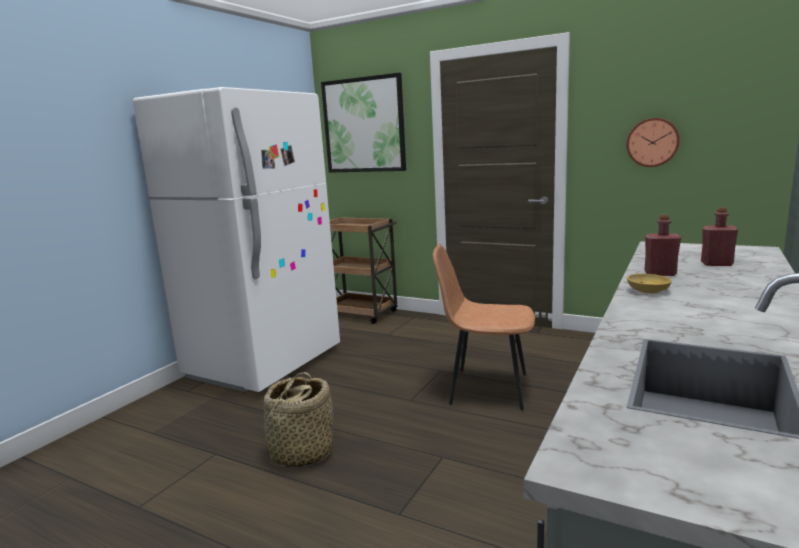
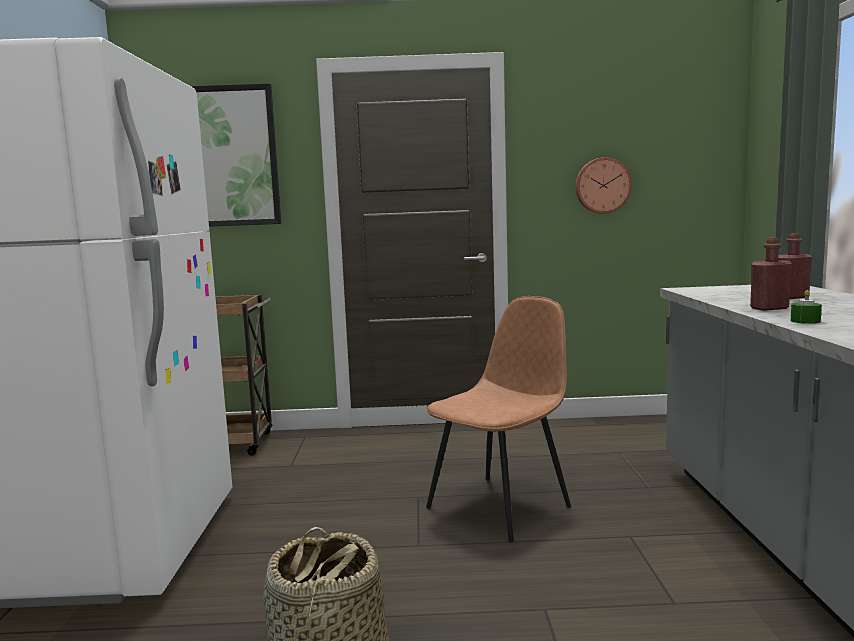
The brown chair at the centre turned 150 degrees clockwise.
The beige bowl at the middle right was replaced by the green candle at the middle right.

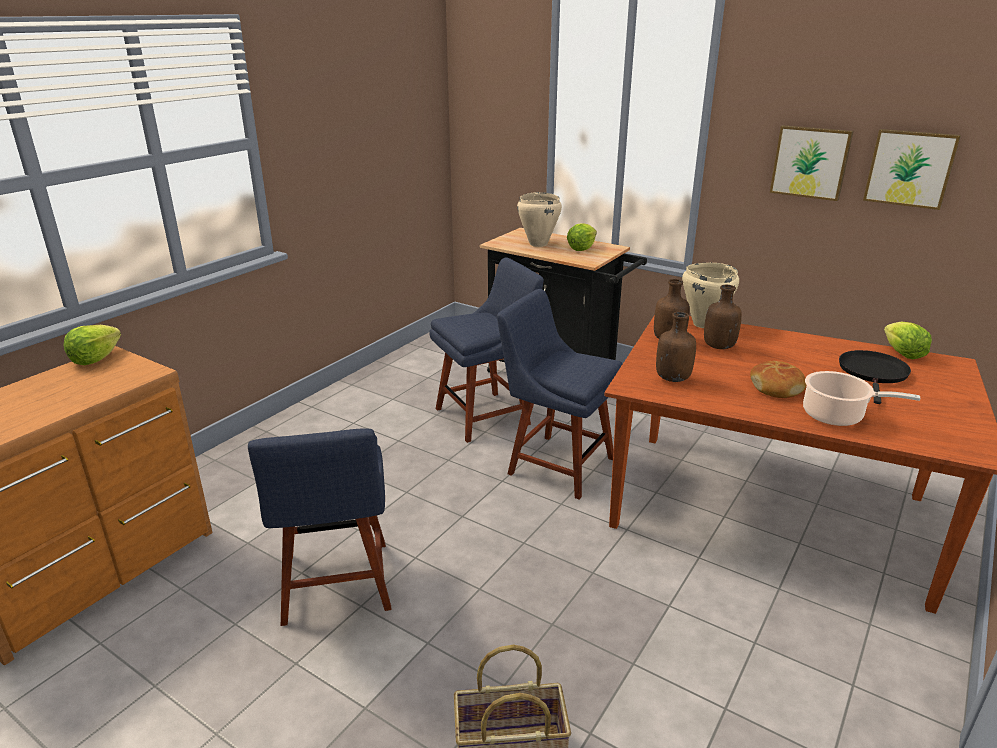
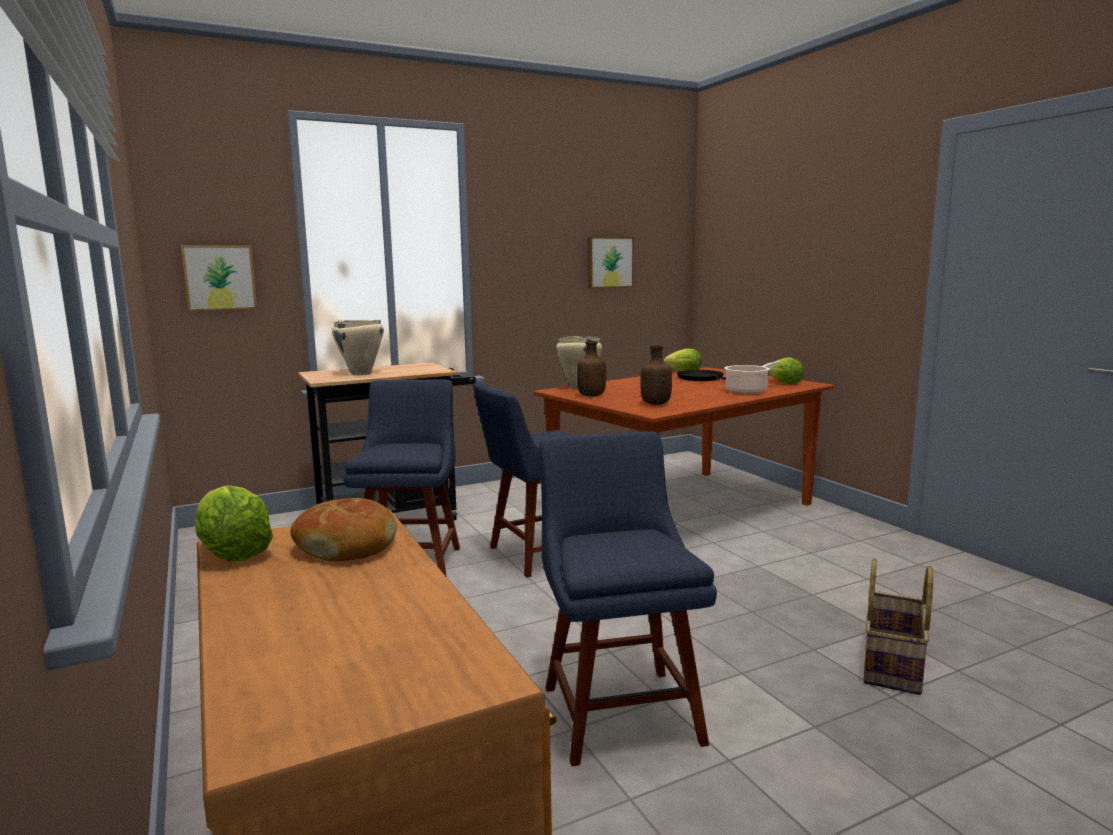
The picture (1st from left) moved from the top right to the top left.
The bread moved from the middle right to the middle left.
The blue chair (1st from left in the first image) at the bottom left turned 120 degrees counterclockwise.
The lettuce (2nd from left in the first image) moved from the top centre to the middle right.
The brown bottle (3rd from left) at the middle right disappeared.

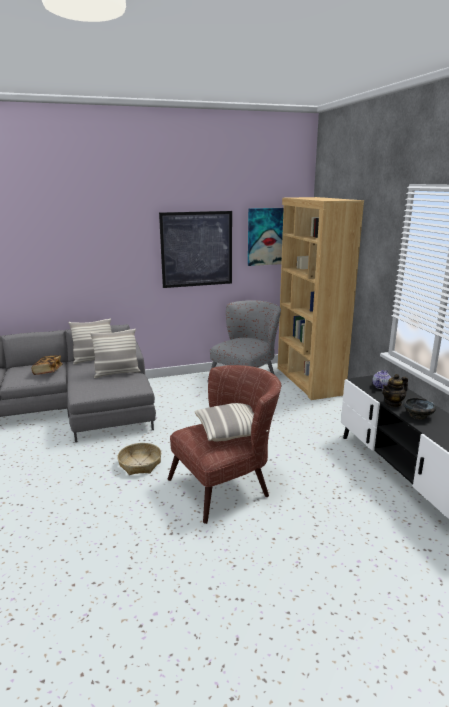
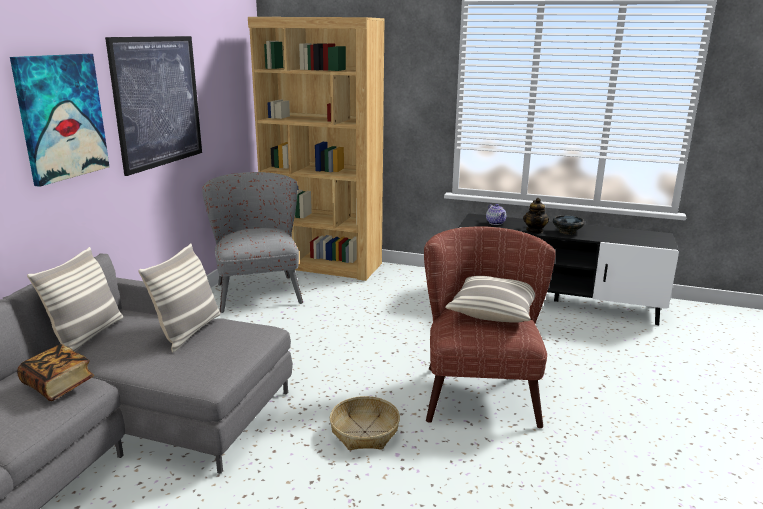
The picture (2nd from left in the first image) moved from the centre to the top left.

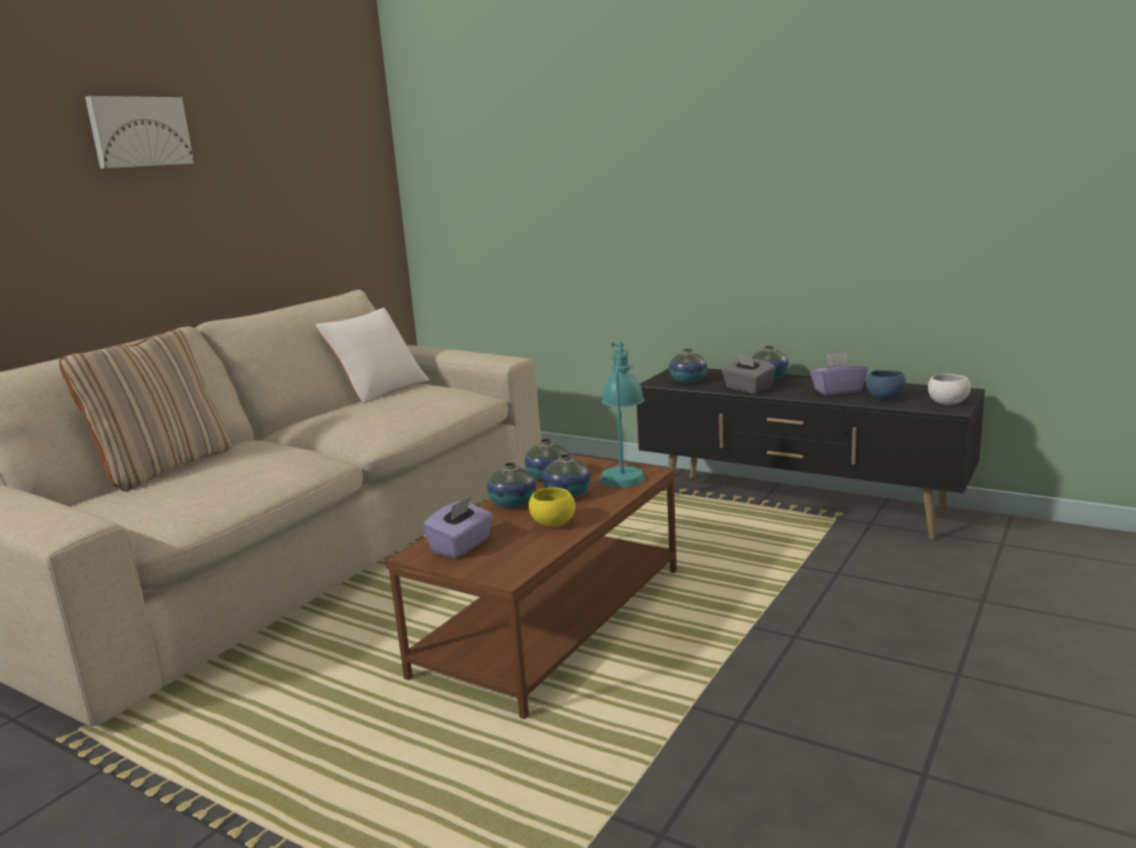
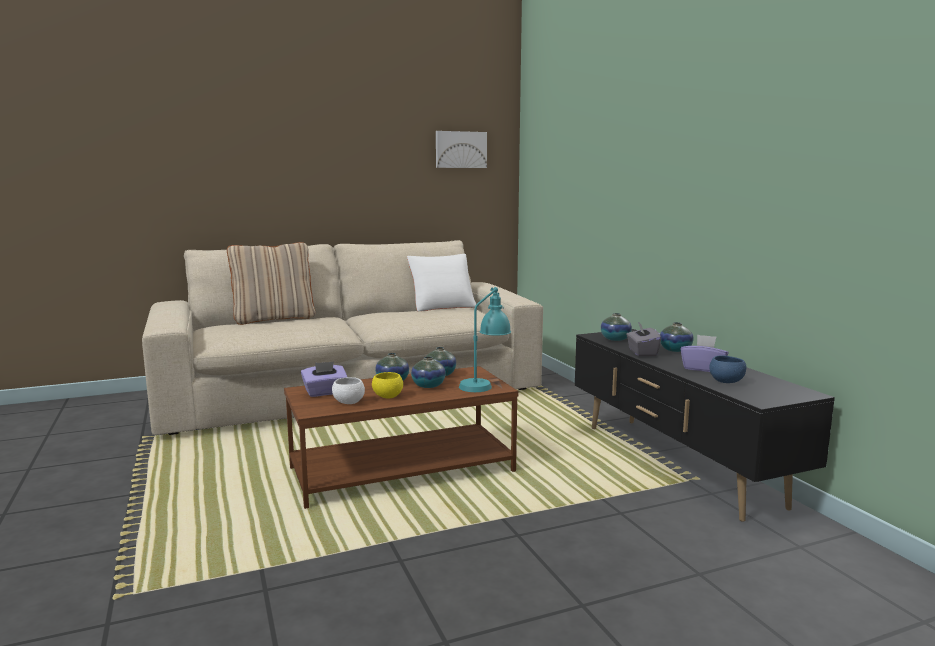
The white bowl moved from the middle right to the centre.
The picture moved from the top left to the top centre.

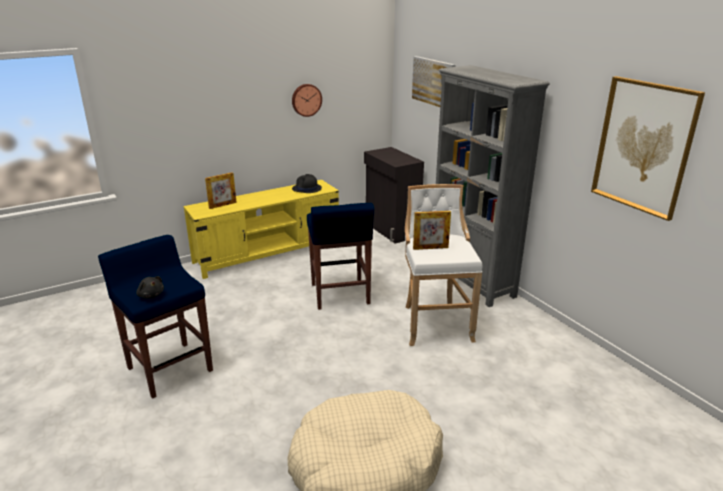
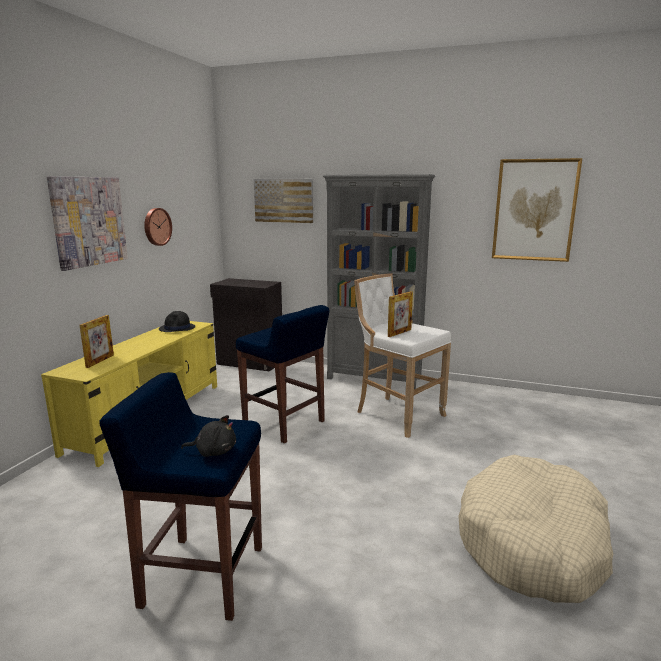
The picture (1st from left) at the middle left appeared.

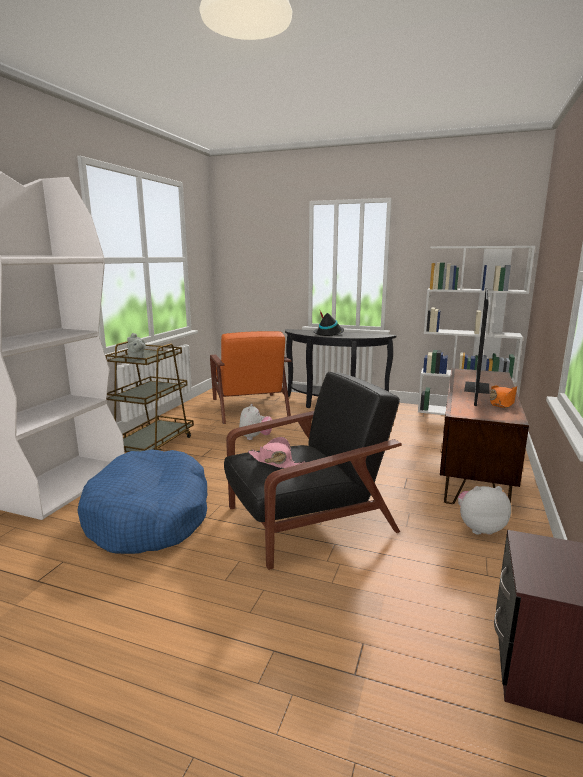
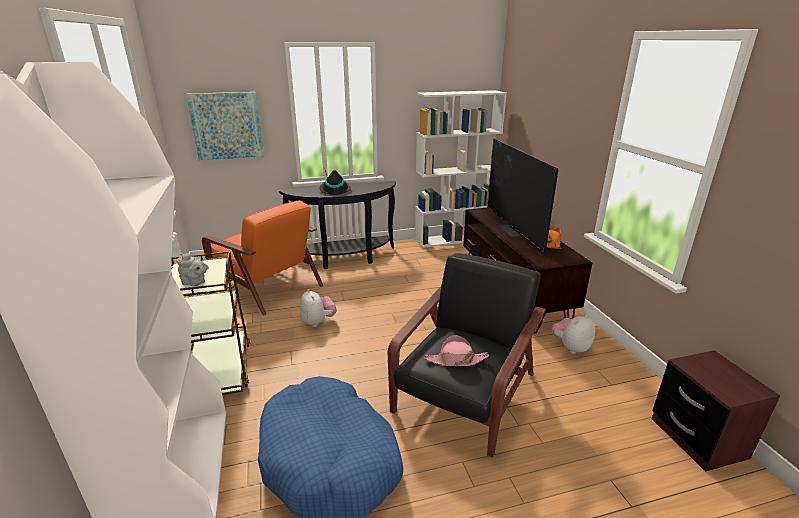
The picture at the top left appeared.

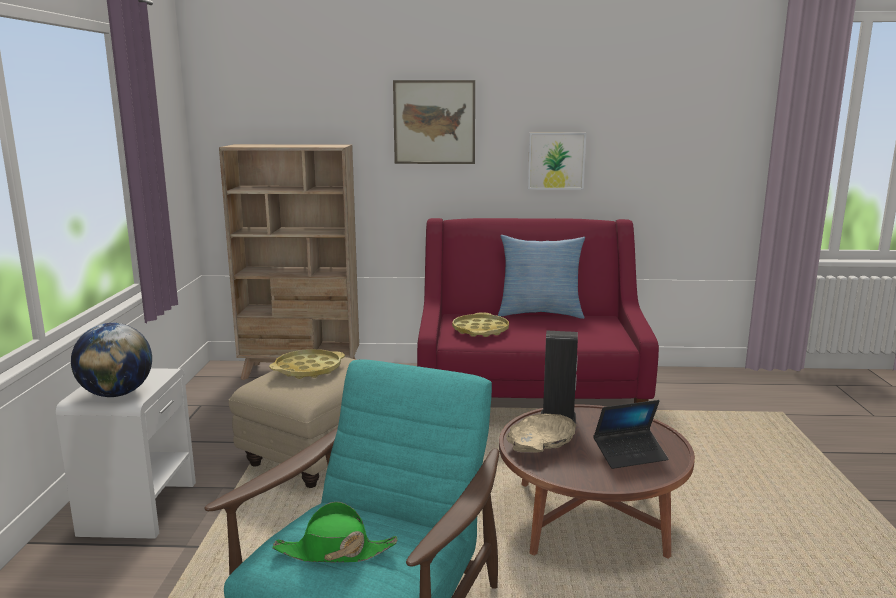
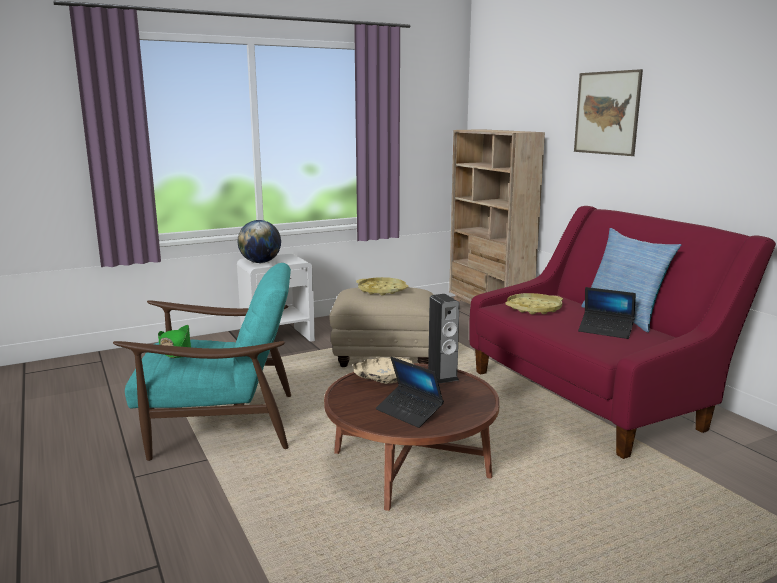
The laptop (2nd from left) at the middle right appeared.
The picture (2nd from left) at the top centre disappeared.

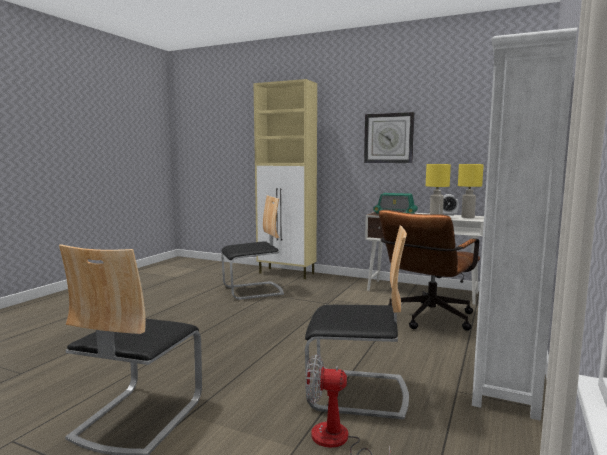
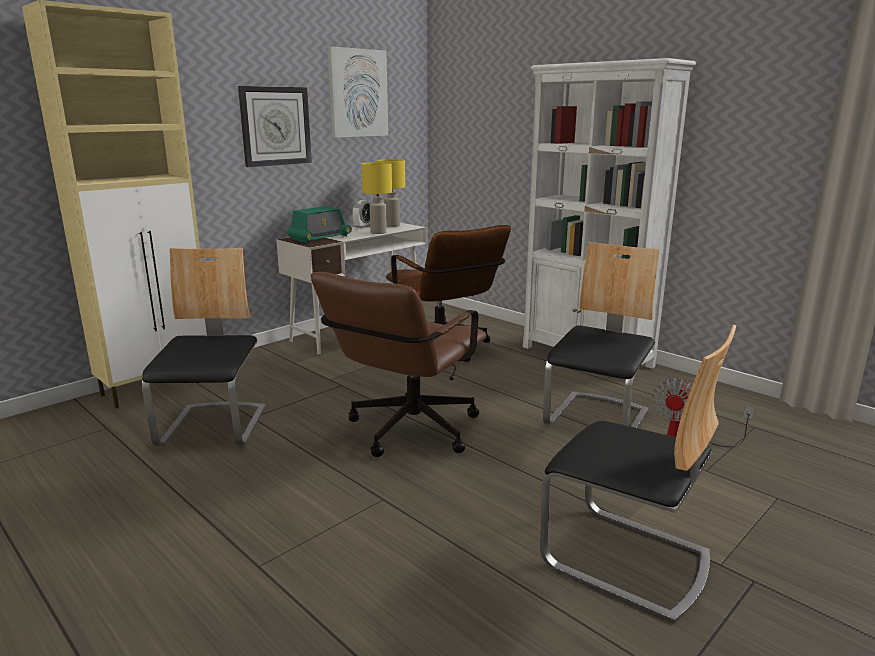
The brown office chair (1st from left) at the centre appeared.
The picture at the top centre appeared.

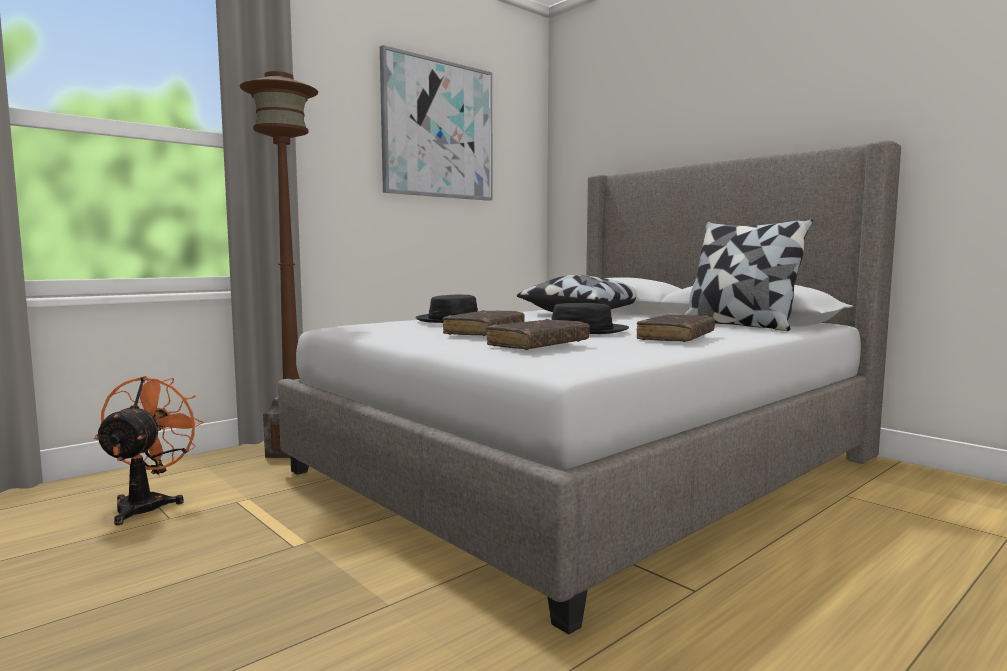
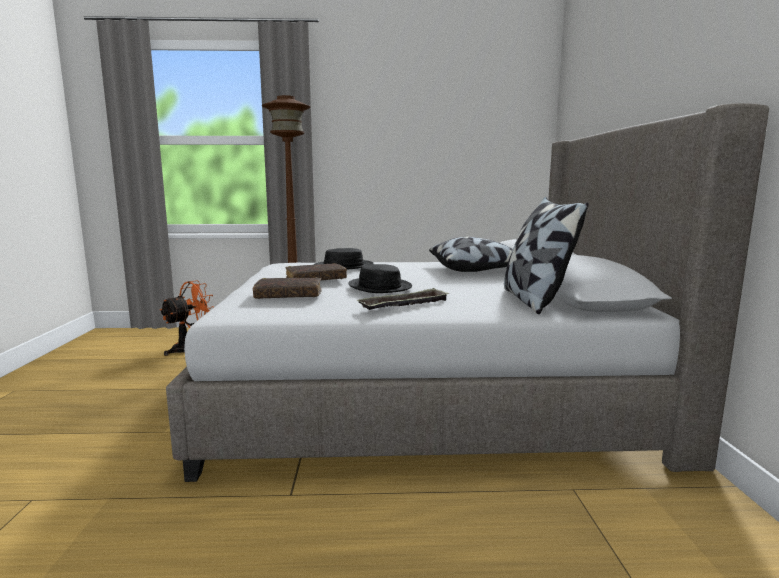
The brown book (3rd from left) at the middle right was replaced by the tray at the centre.
The picture at the top centre disappeared.

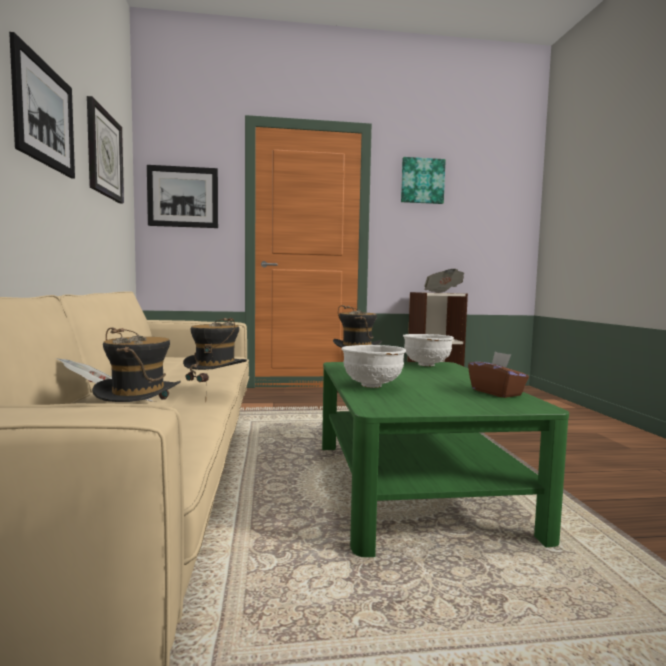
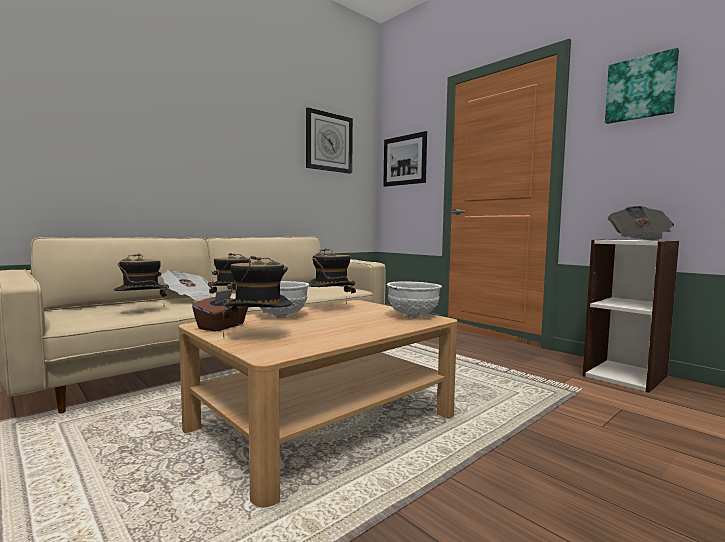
The green coffee table at the bottom right became the beige coffee table at the bottom centre.
The brown tissue box moved from the middle right to the middle left.
The hat (3rd from left) at the centre appeared.
The picture (1st from left) at the top left disappeared.

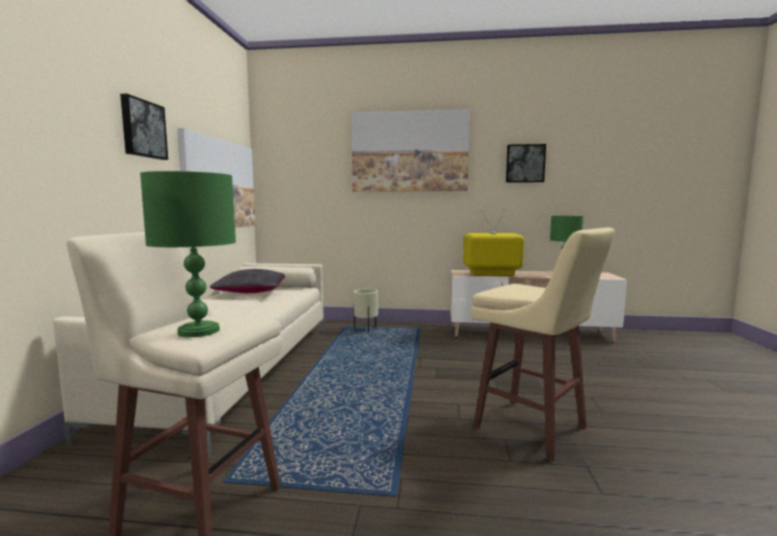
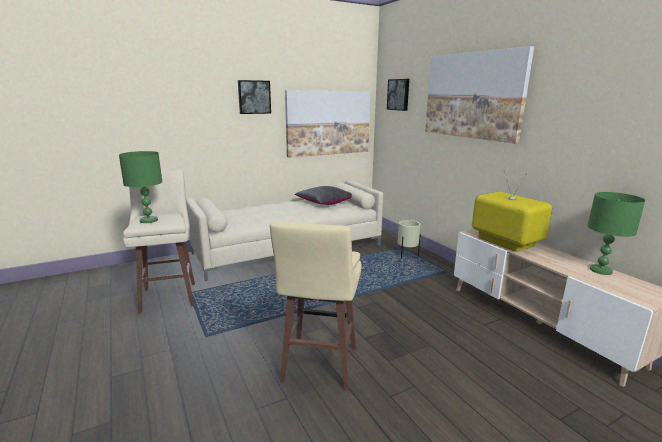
The picture (4th from left in the first image) moved from the top right to the top centre.

